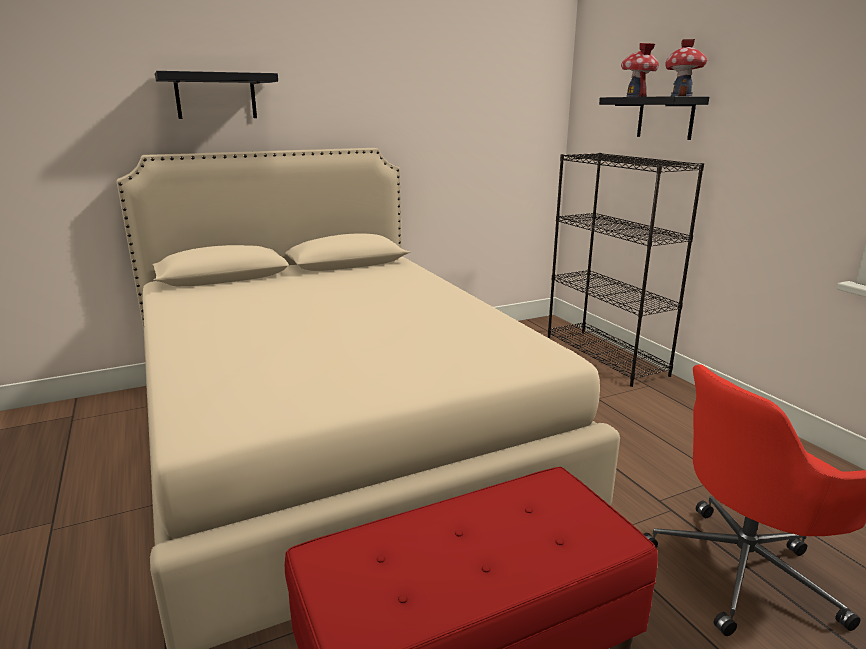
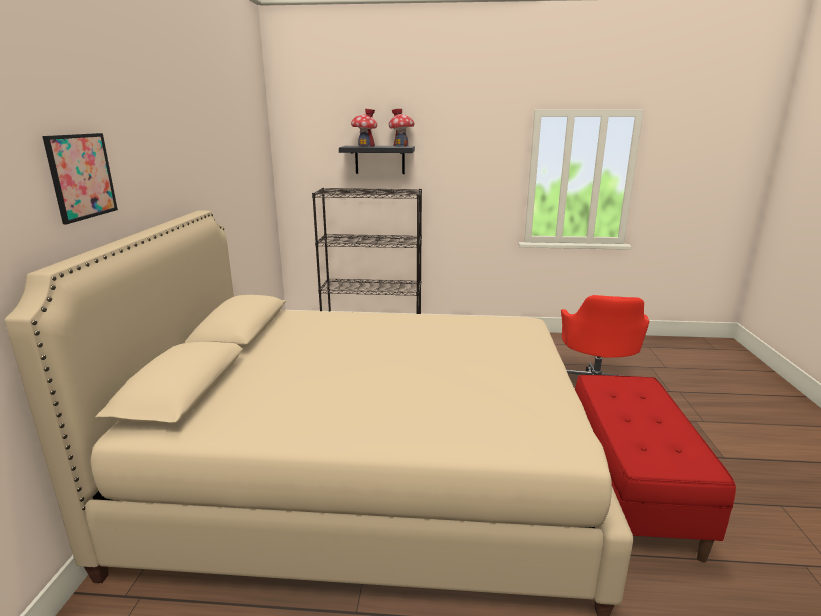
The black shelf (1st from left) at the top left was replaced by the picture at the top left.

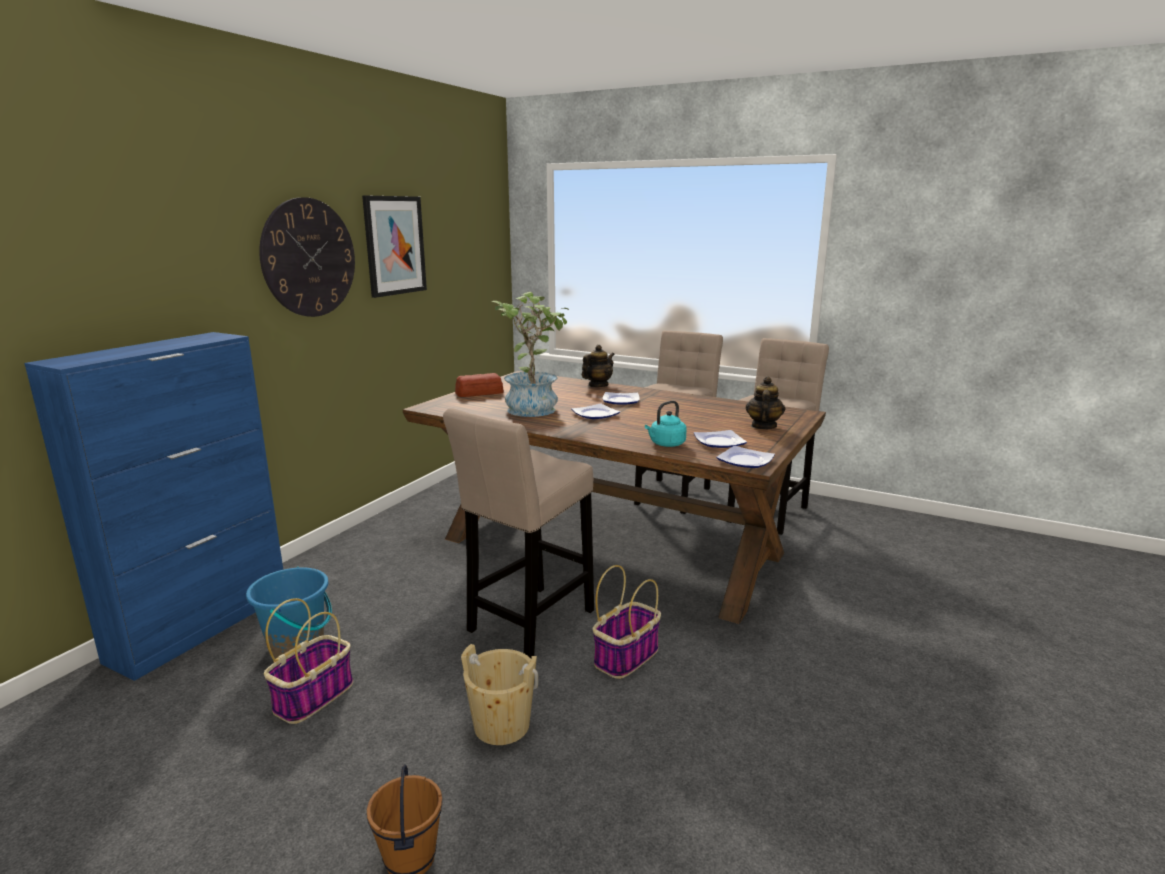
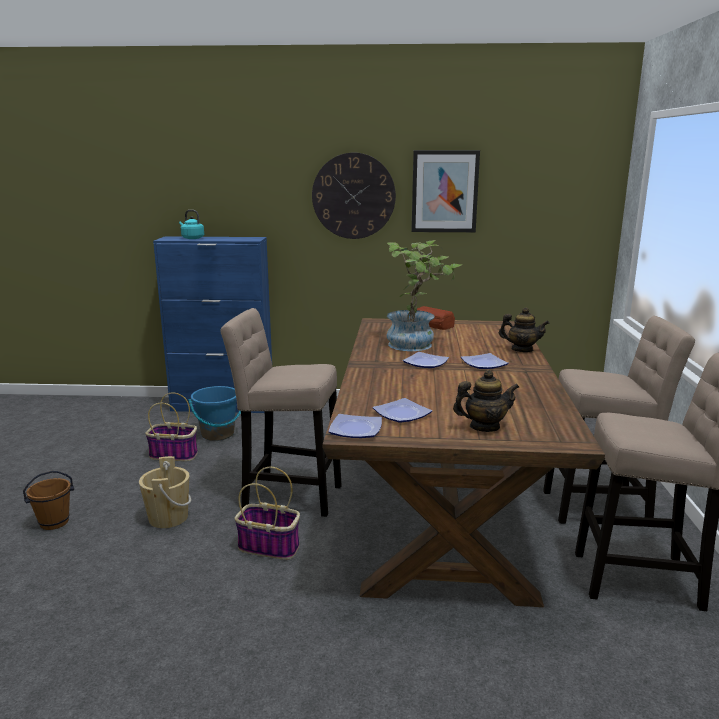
The turquoise kettle moved from the centre to the top left.

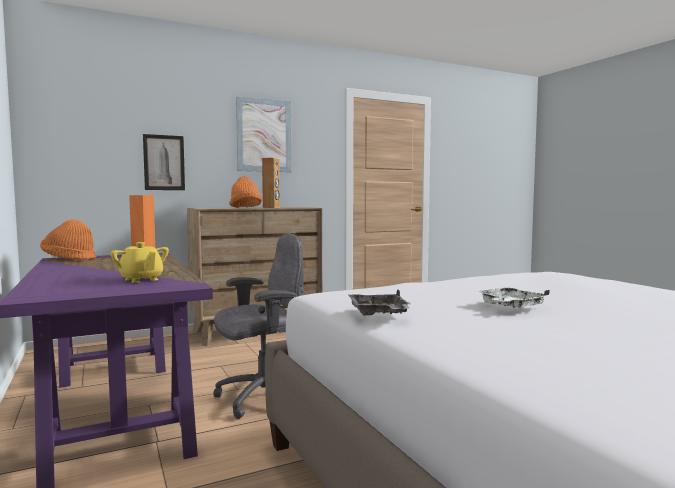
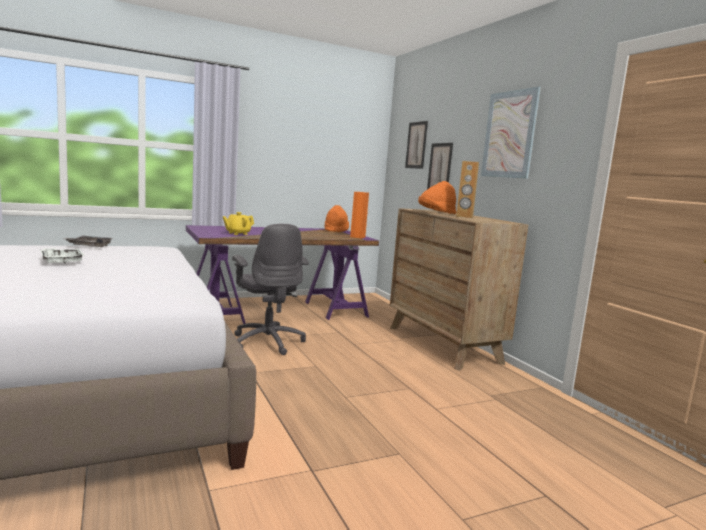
The picture (1st from left) at the top centre appeared.

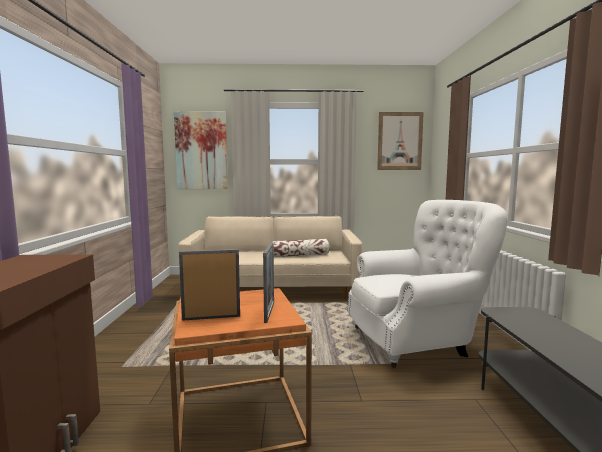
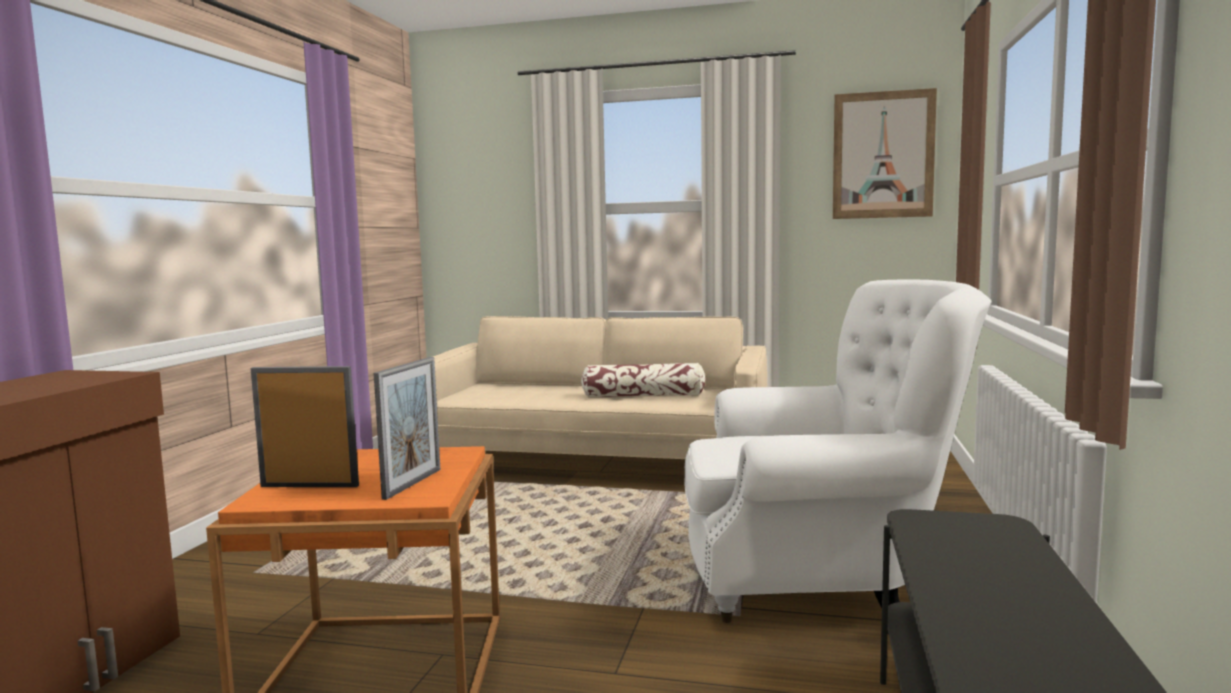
The picture (1st from left) at the top centre disappeared.

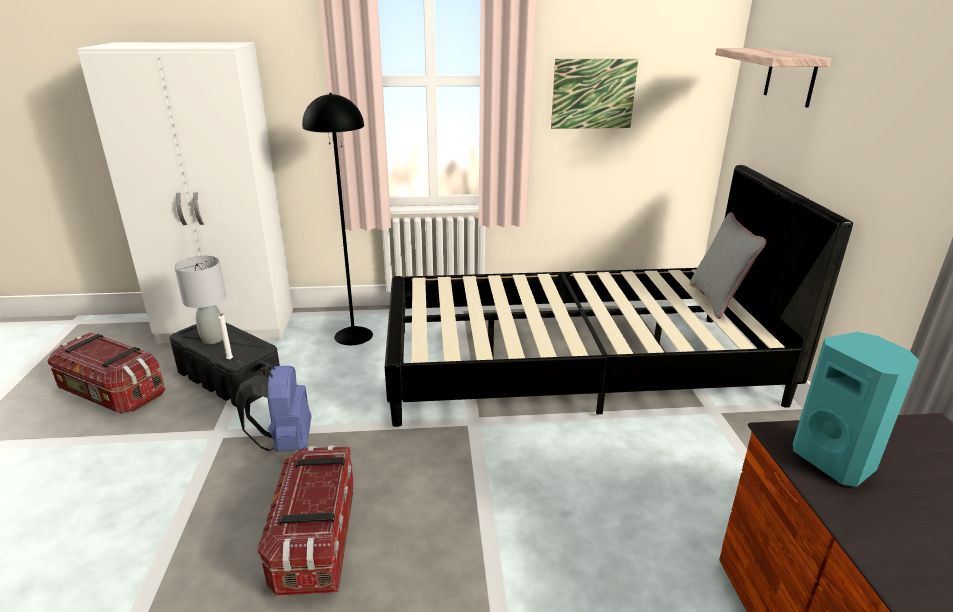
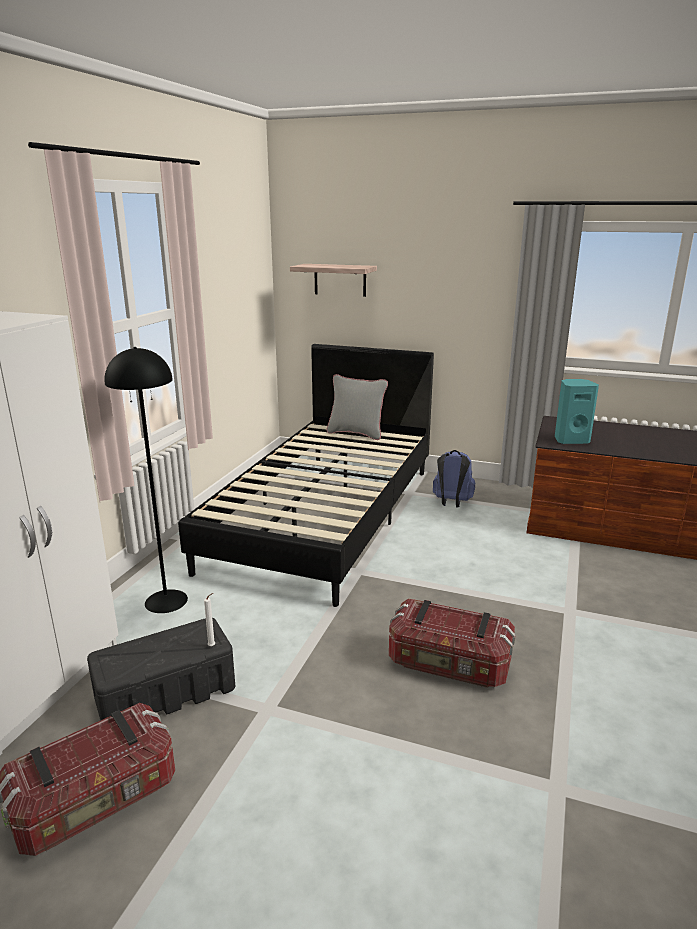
The blue backpack moved from the middle left to the centre.
The grey table lamp at the middle left disappeared.
The picture at the top centre disappeared.

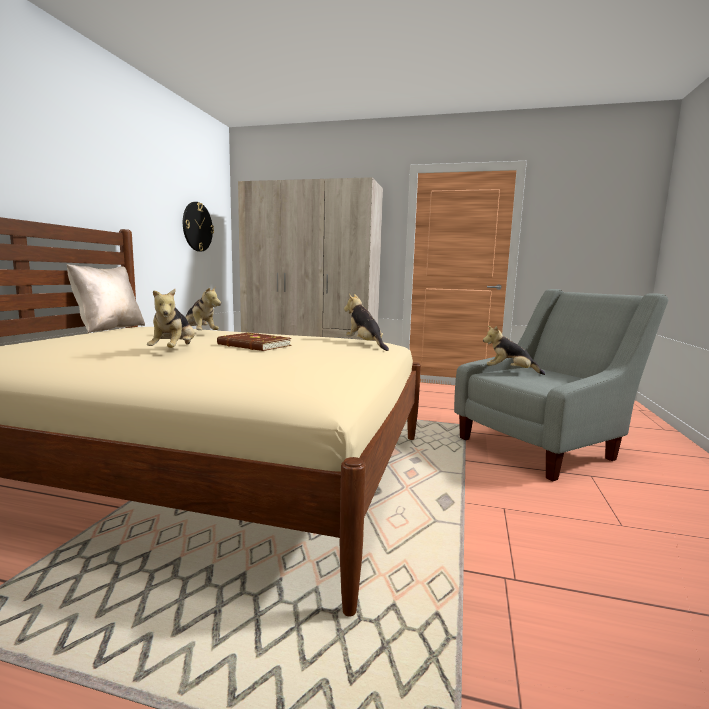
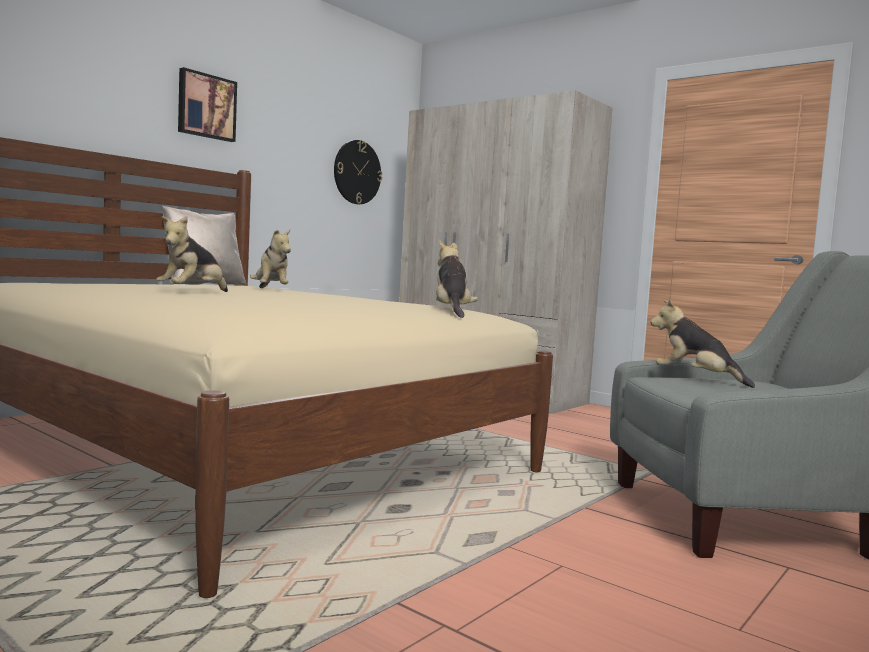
The picture at the top left appeared.
The brown book at the centre disappeared.

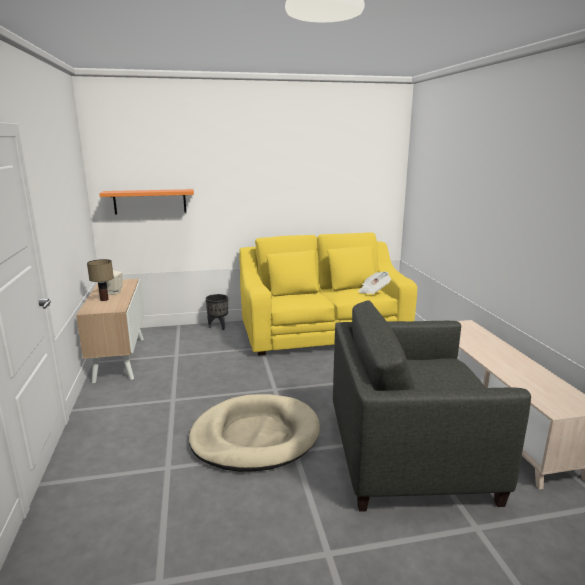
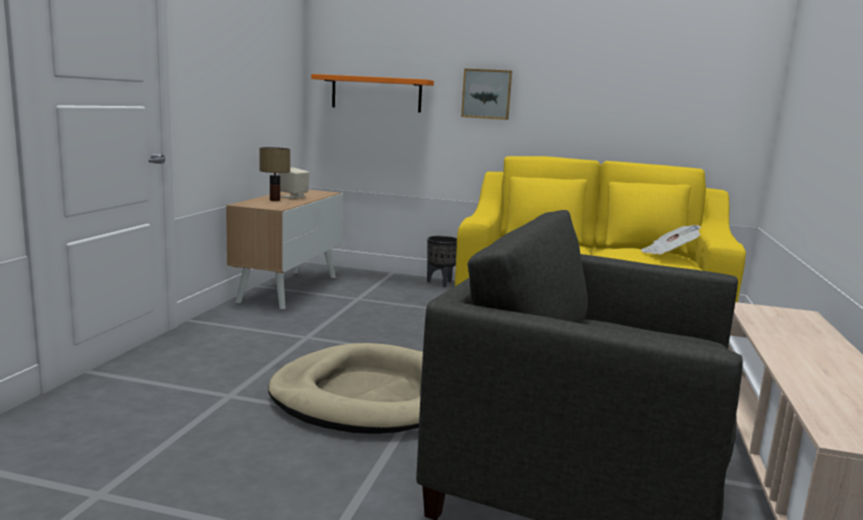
The picture at the top centre appeared.

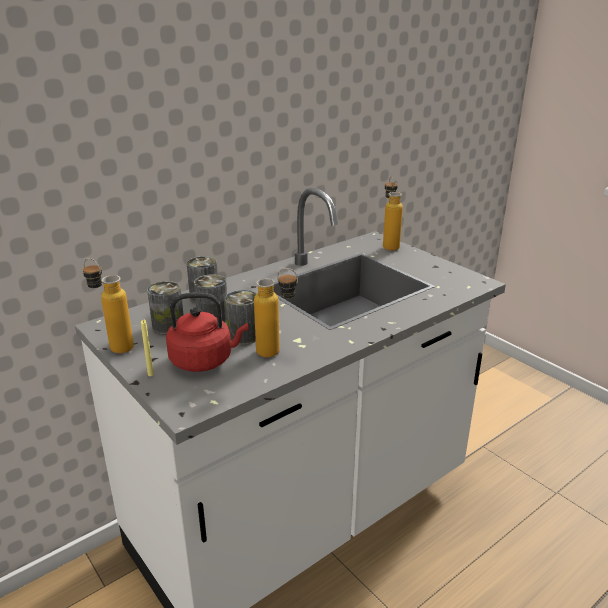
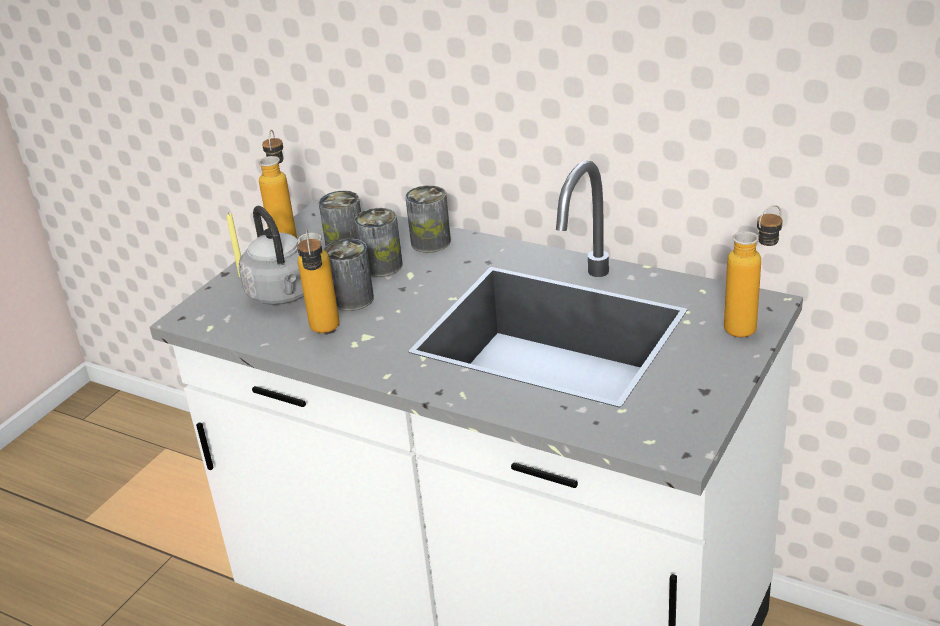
The red kettle at the centre became the grey kettle at the middle left.

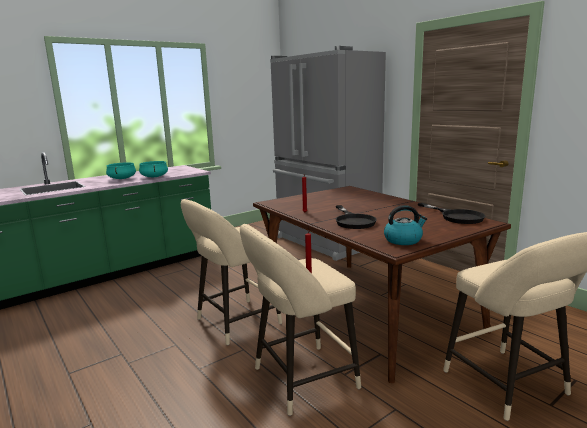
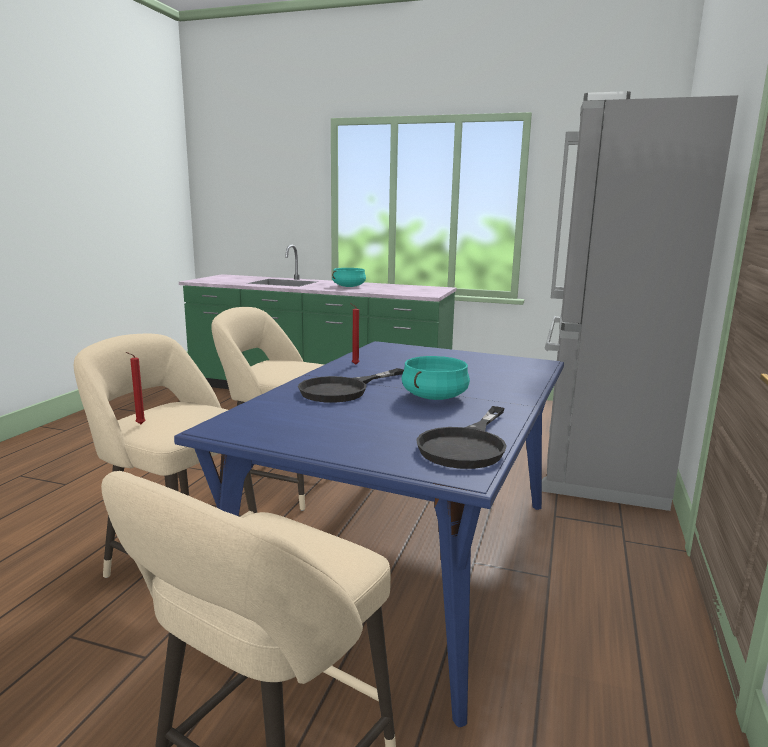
The brown dining table at the centre became the blue dining table at the bottom centre.
The turquoise cooking pot (2nd from left) moved from the middle left to the centre.
The kettle at the middle right disappeared.

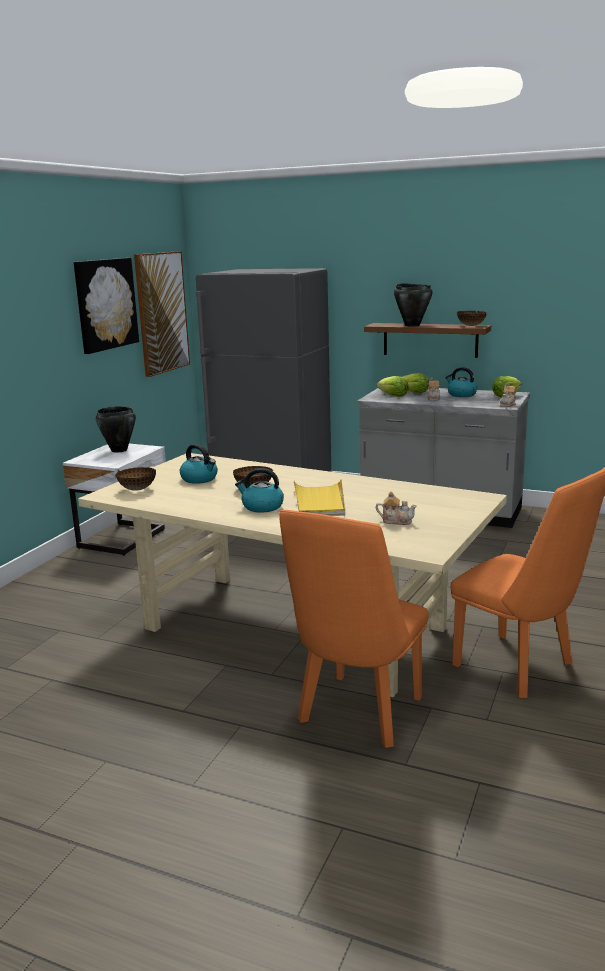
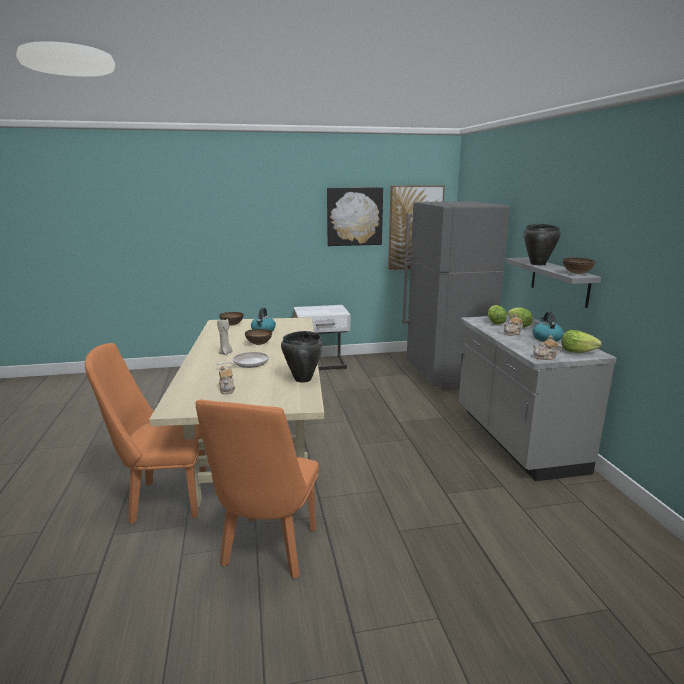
The kettle (2nd from left) at the centre was replaced by the beige candle at the middle left.
The yellow tray at the centre was replaced by the frying pan at the centre.
The black cooking pot (1st from left) moved from the middle left to the centre.
The brown shelf at the middle right became the grey shelf at the middle right.

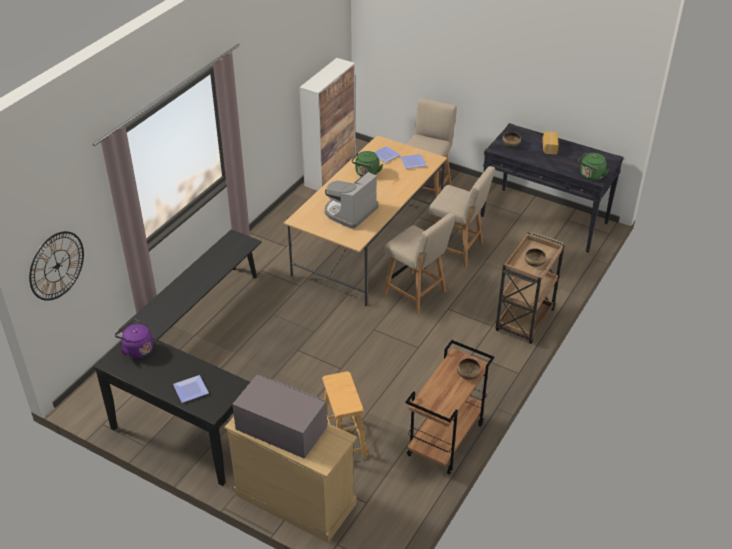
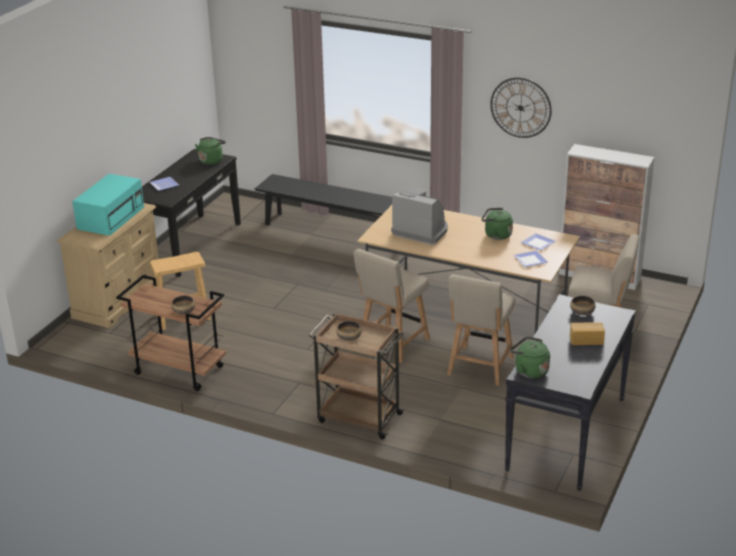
The grey microwave at the bottom centre became the turquoise microwave at the middle left.
The purple kettle at the middle left became the green kettle (1st from left) at the top left.
The wall clock moved from the middle left to the top right.

